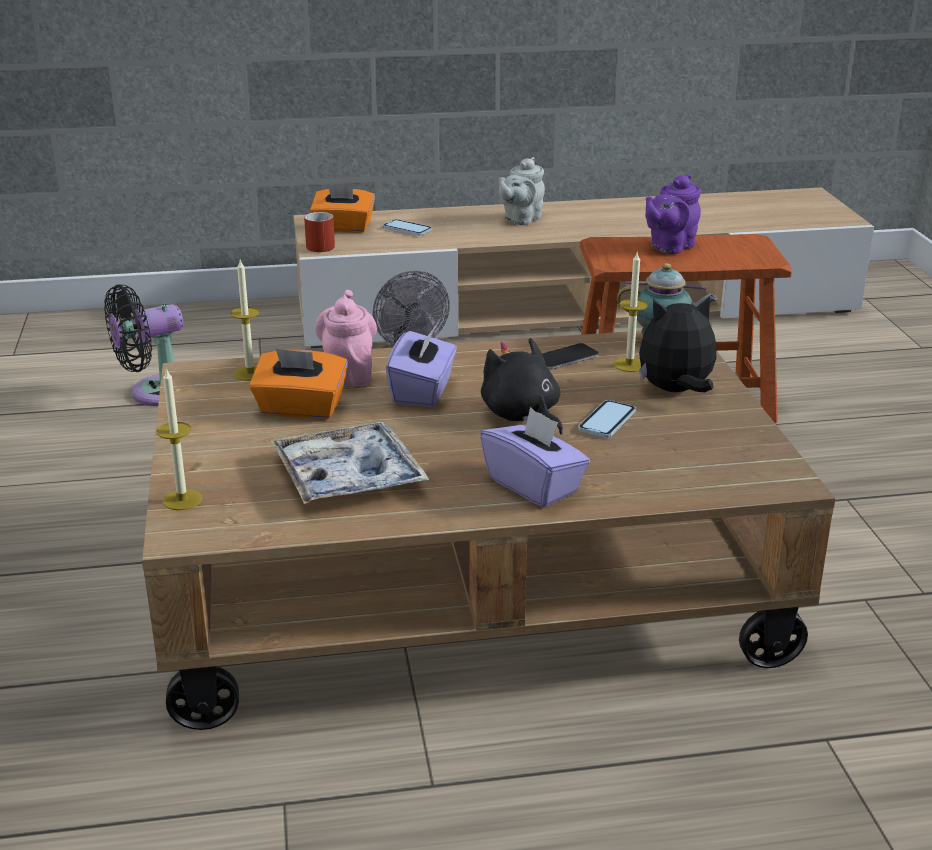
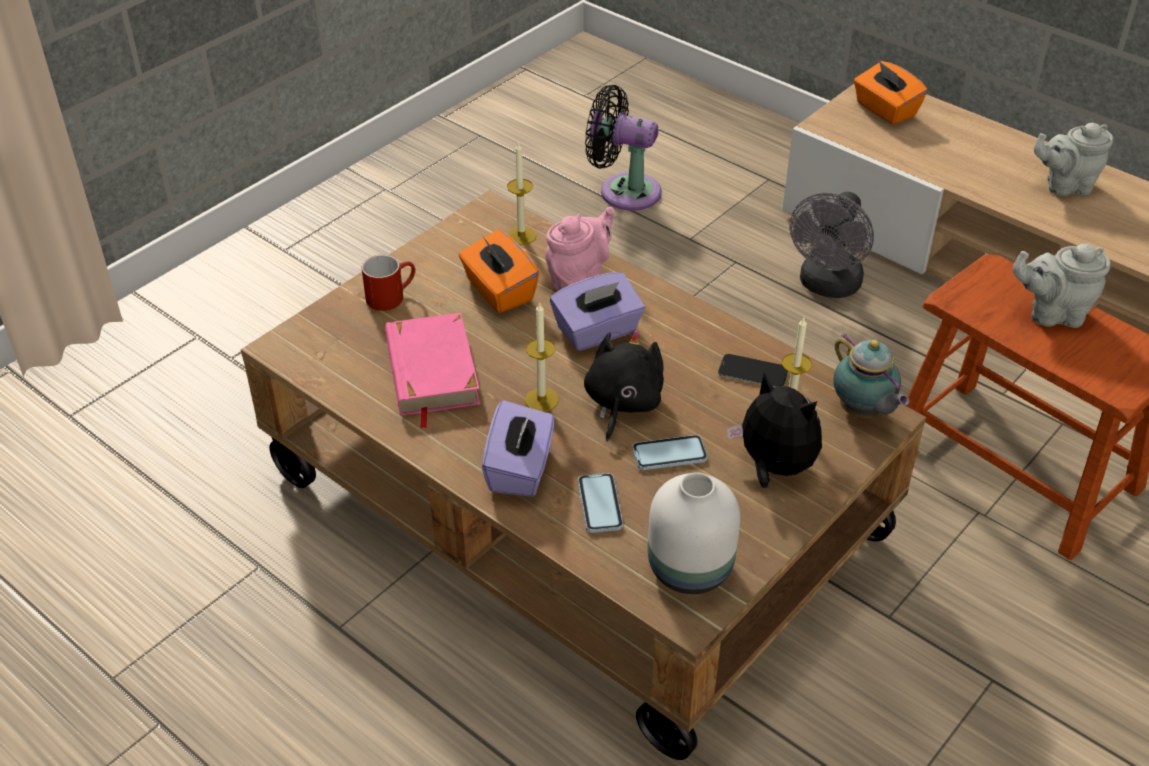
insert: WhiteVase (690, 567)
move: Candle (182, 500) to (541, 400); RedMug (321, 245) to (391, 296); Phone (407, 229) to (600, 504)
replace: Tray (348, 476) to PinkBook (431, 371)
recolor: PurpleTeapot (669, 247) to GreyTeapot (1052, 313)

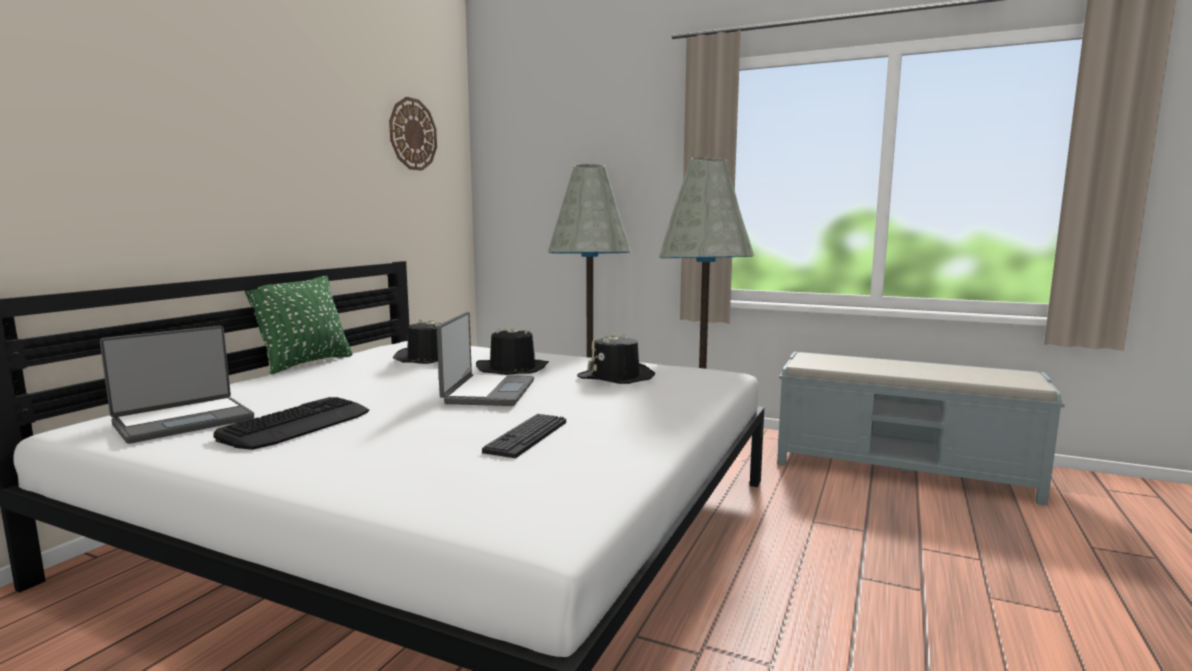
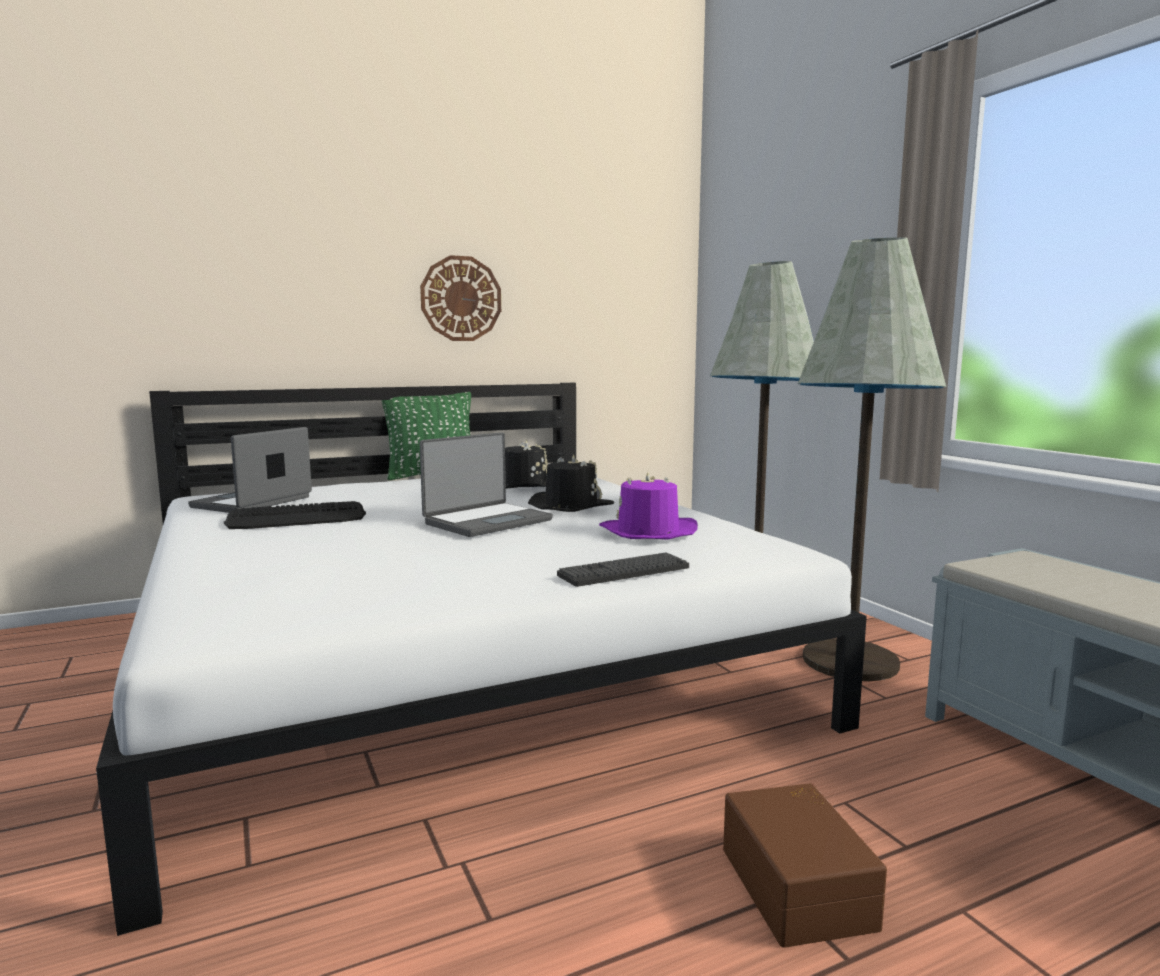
insert: BrownStorageBox (800, 886)
move: WallClock (413, 134) to (461, 299); Keyboard (527, 436) to (624, 571)
recolor: BlackHat (616, 377) to PurpleHat (648, 532)
rotate: Laptop (183, 421) = (253, 502) 120 degrees clockwise

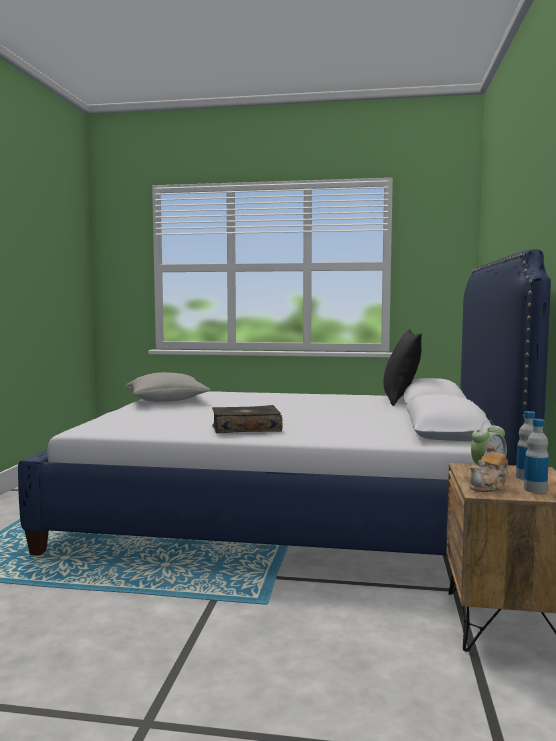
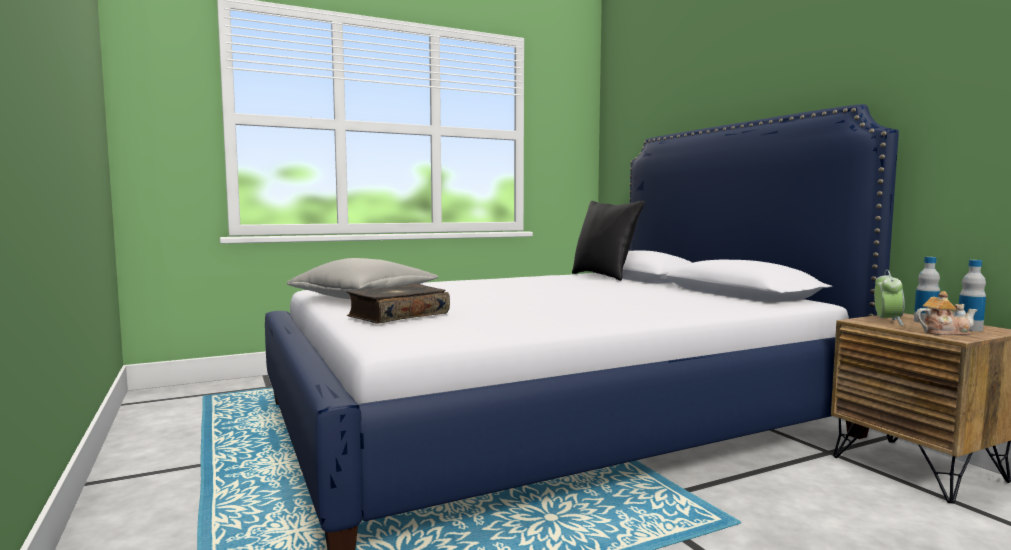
move: Book (246, 429) to (397, 315)
rotate: Teapot (489, 487) = (944, 333) 105 degrees counterclockwise

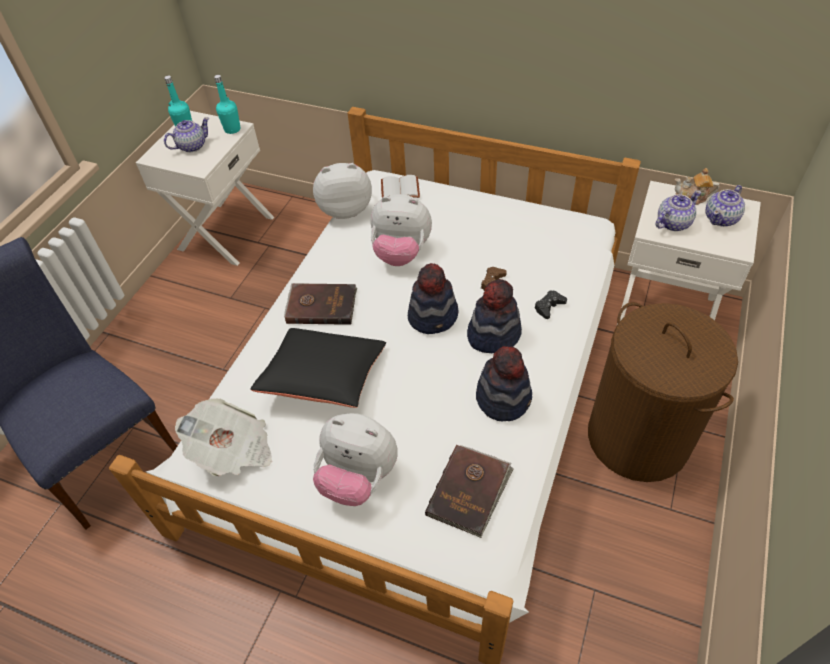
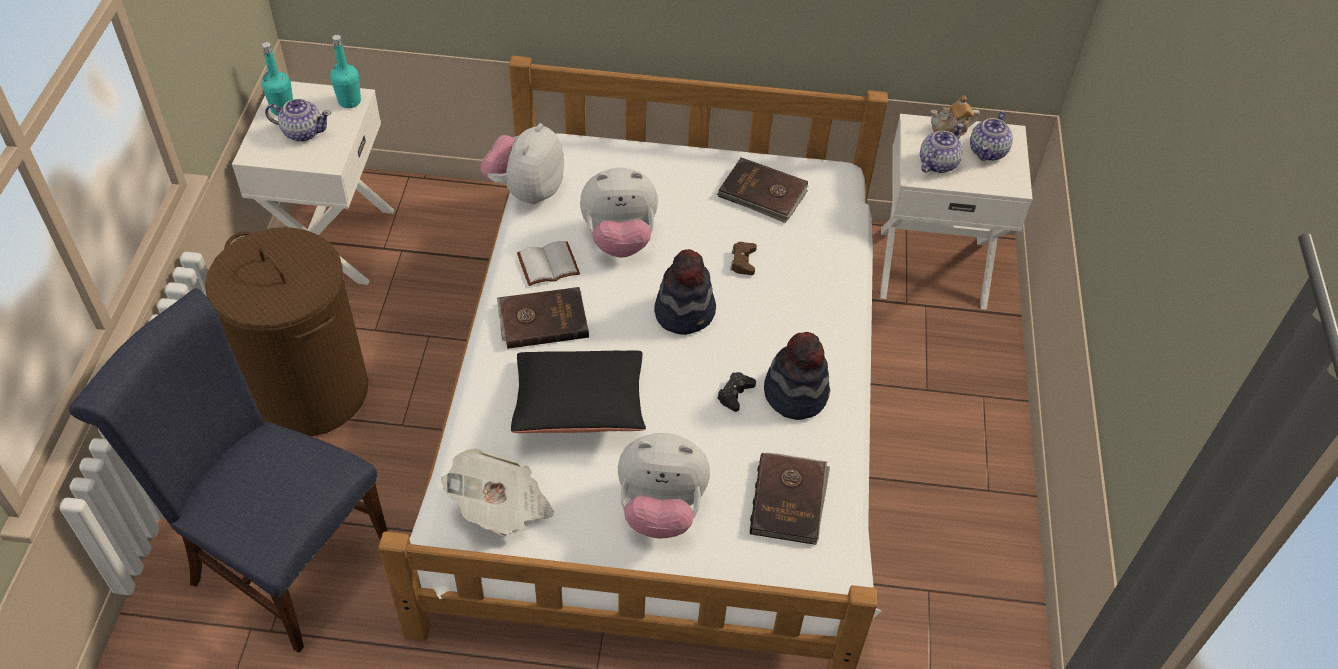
delete: Hat (493, 334)
insert: BrownBook (762, 193)
move: WhiteBook (399, 190) to (547, 266); BlackGameController (549, 307) to (735, 394); BrownLaundryBasket (638, 438) to (309, 391)
rotate: Teapot (191, 146) = (302, 132) 60 degrees clockwise; PlushToy (345, 209) = (526, 191) 45 degrees counterclockwise

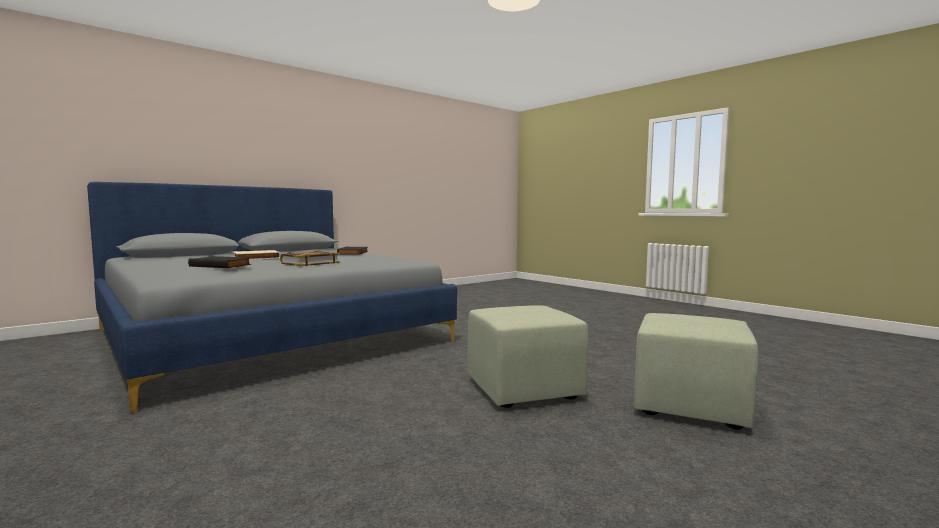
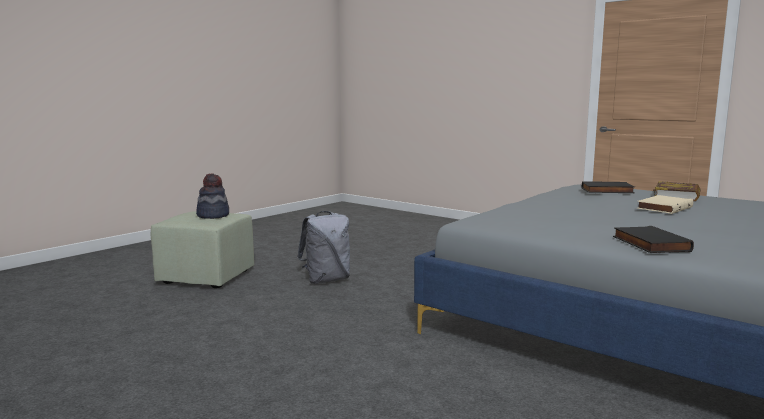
insert: Hat (213, 215)
move: Book (310, 263) to (677, 196)
replace: GreenOttoman (522, 390) to GreyBackpack (326, 280)

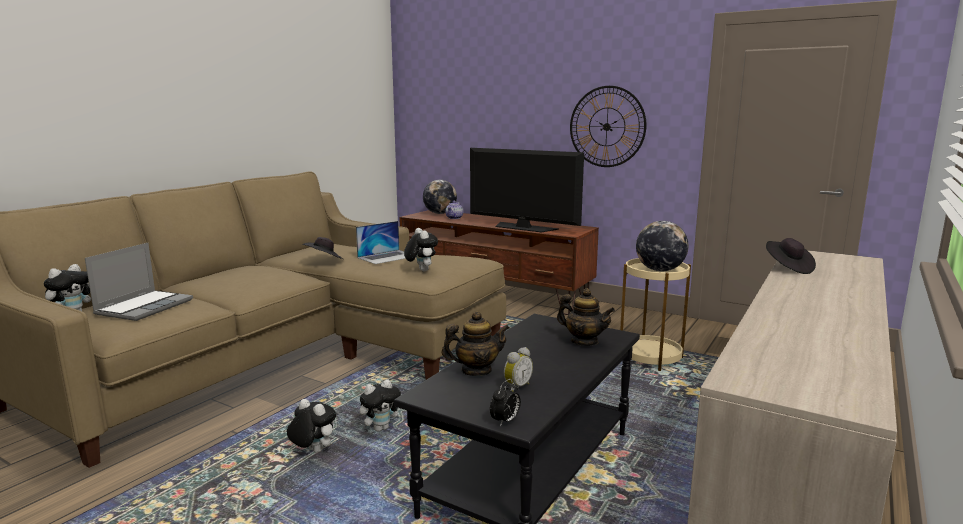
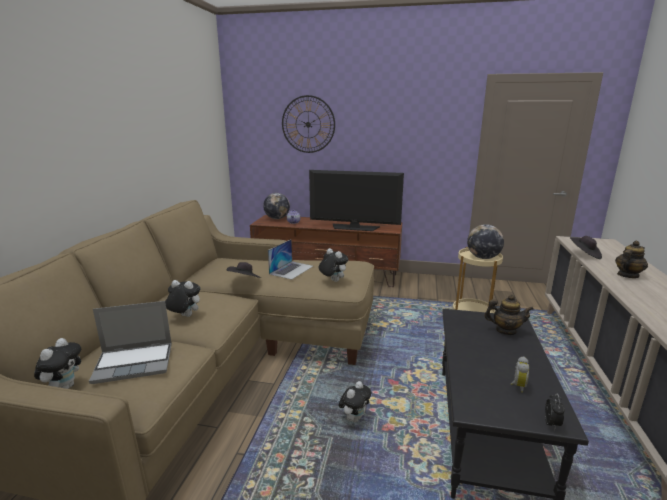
move: PlushToy (313, 451) to (184, 316); Teapot (476, 371) to (627, 275); WallClock (607, 127) to (308, 124)
rotate: Laptop (145, 307) = (135, 363) 75 degrees clockwise

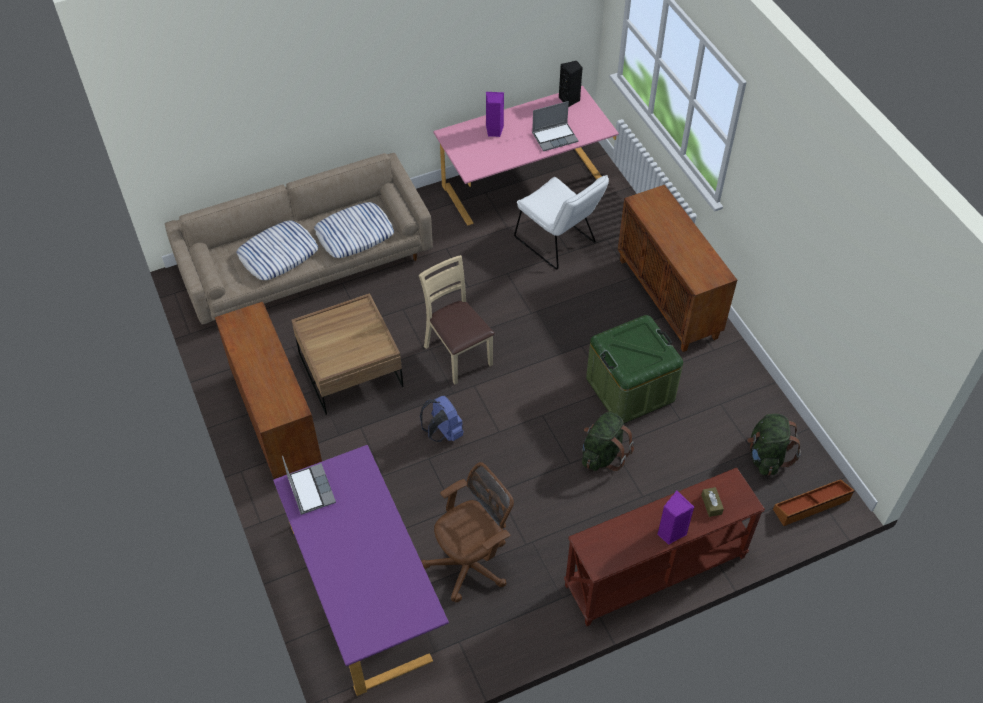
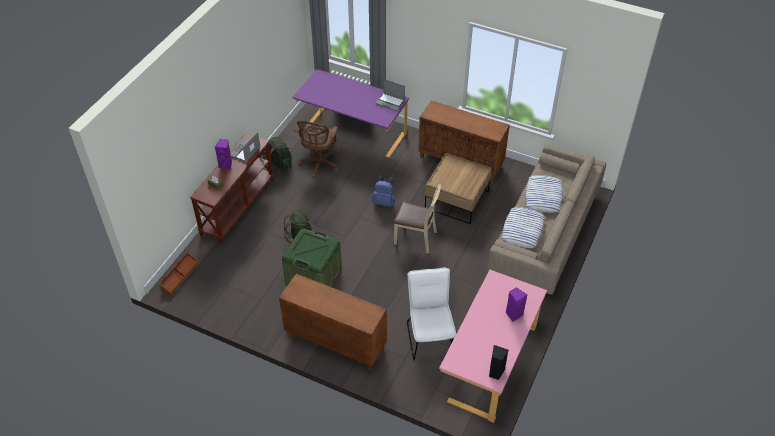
move: Laptop (555, 137) to (245, 152); GreenBackpack (766, 456) to (280, 163)
rotate: WhiteChair (558, 243) = (429, 335) 75 degrees clockwise

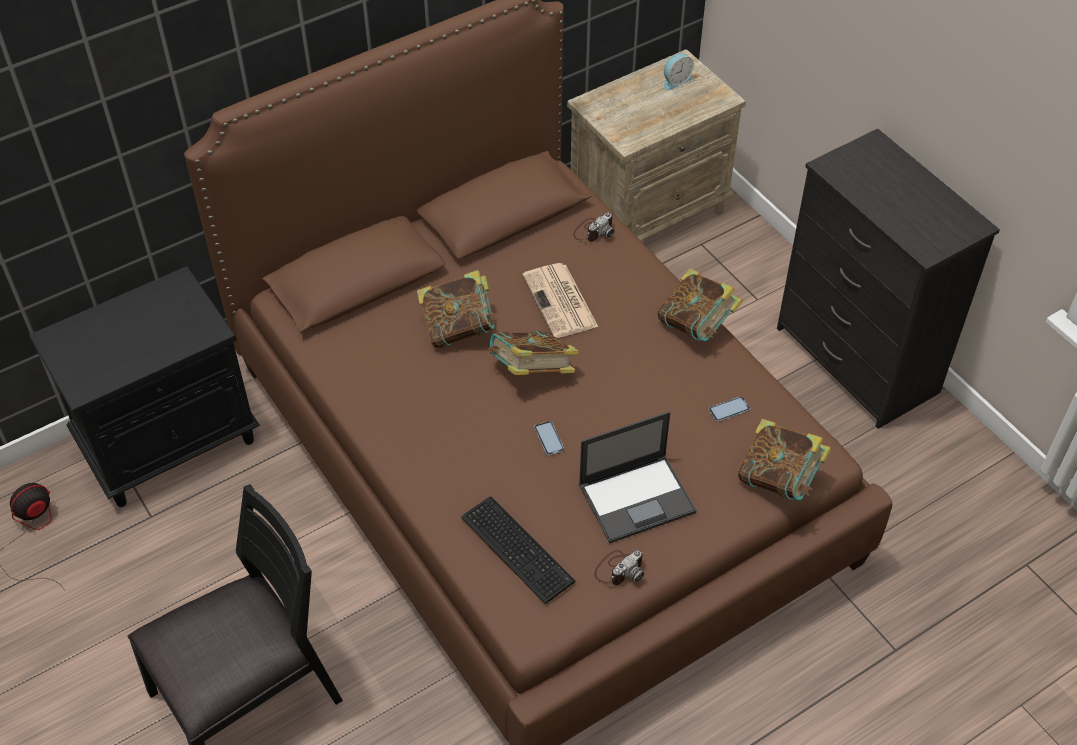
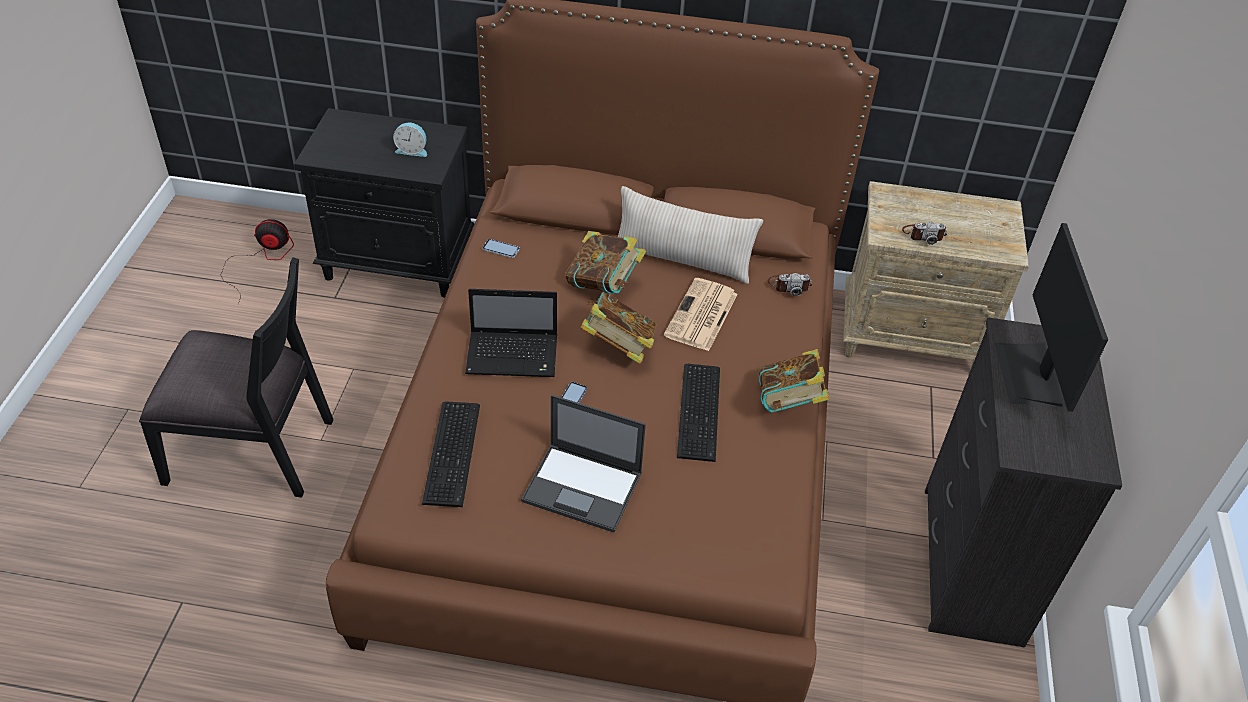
delete: Book (779, 479)
insert: Laptop (514, 355); BeigePillow (682, 260); Keyboard (701, 410); Monitor (1029, 374)
move: PhotoCamera (619, 569) to (923, 235); AlarmClock (675, 81) to (412, 150); Phone (729, 410) to (501, 249)

